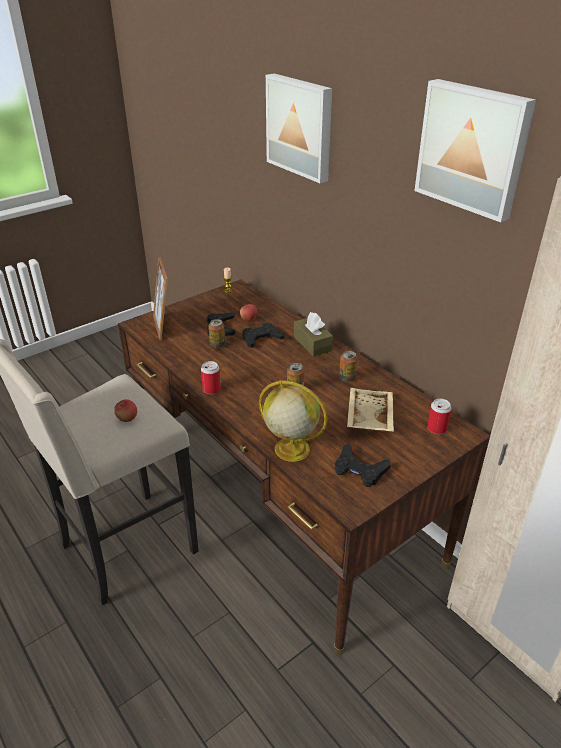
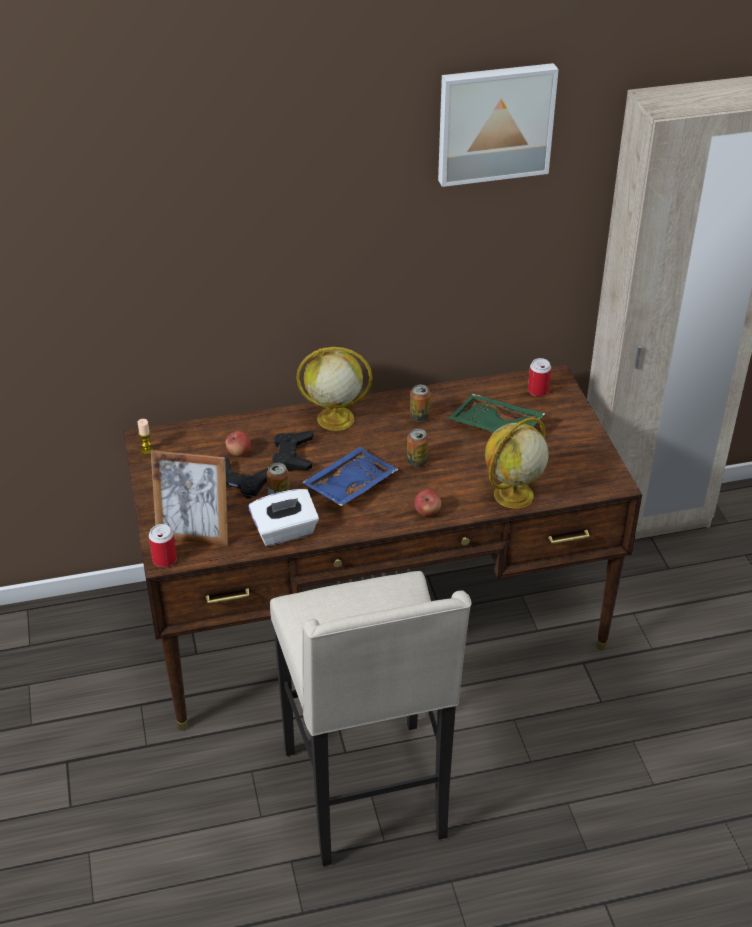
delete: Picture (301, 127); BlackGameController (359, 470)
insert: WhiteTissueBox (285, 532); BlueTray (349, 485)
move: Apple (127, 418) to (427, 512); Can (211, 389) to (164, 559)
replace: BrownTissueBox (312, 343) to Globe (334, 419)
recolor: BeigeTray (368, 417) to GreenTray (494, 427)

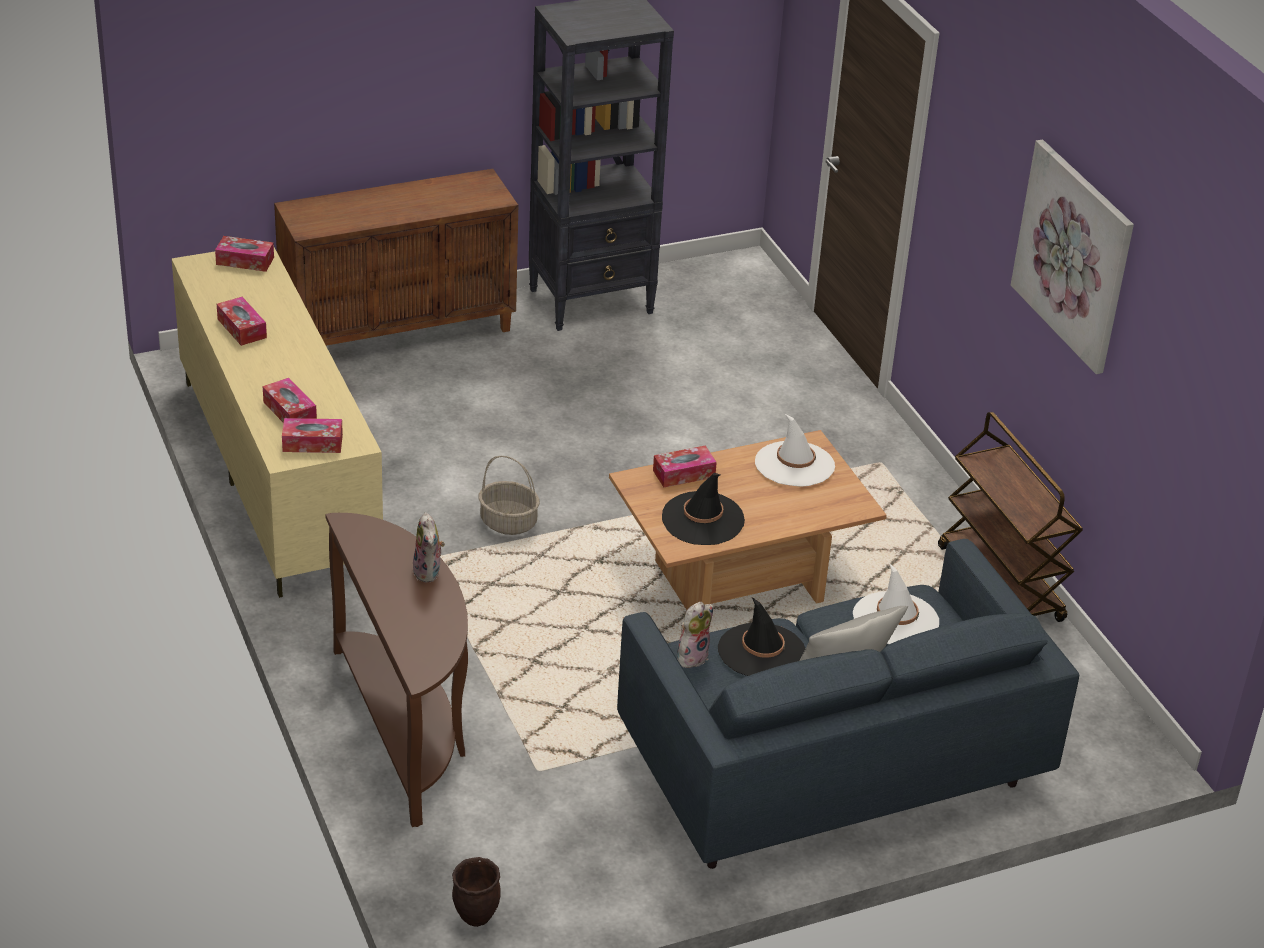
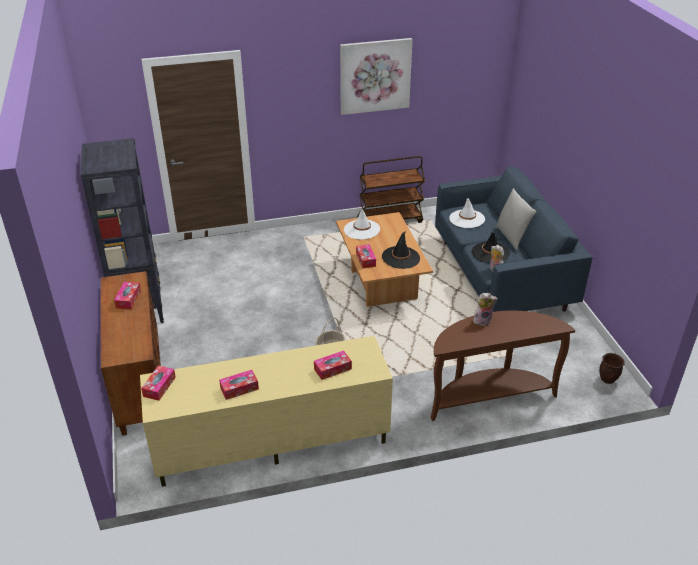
move: TissueBox (312, 443) to (128, 299)

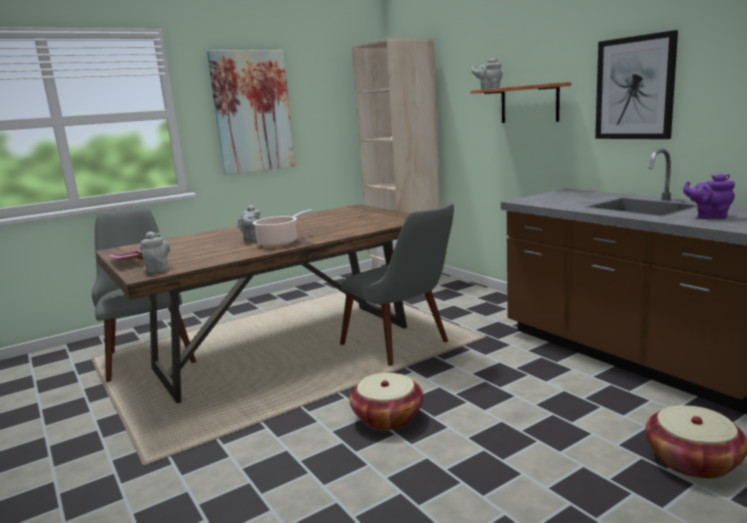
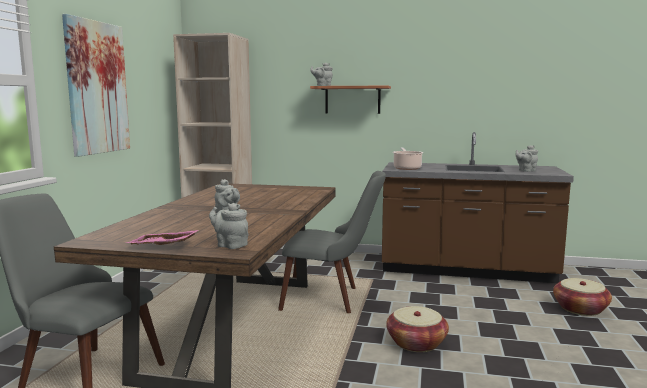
delete: Picture (634, 88)
move: CookingPot (280, 242) to (407, 168)
recolor: PurpleTeapot (709, 217) to GreyTeapot (525, 170)

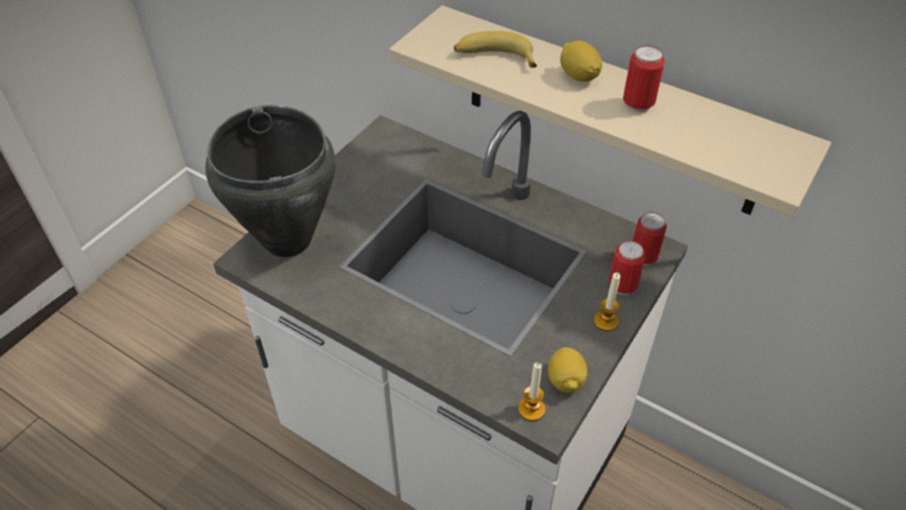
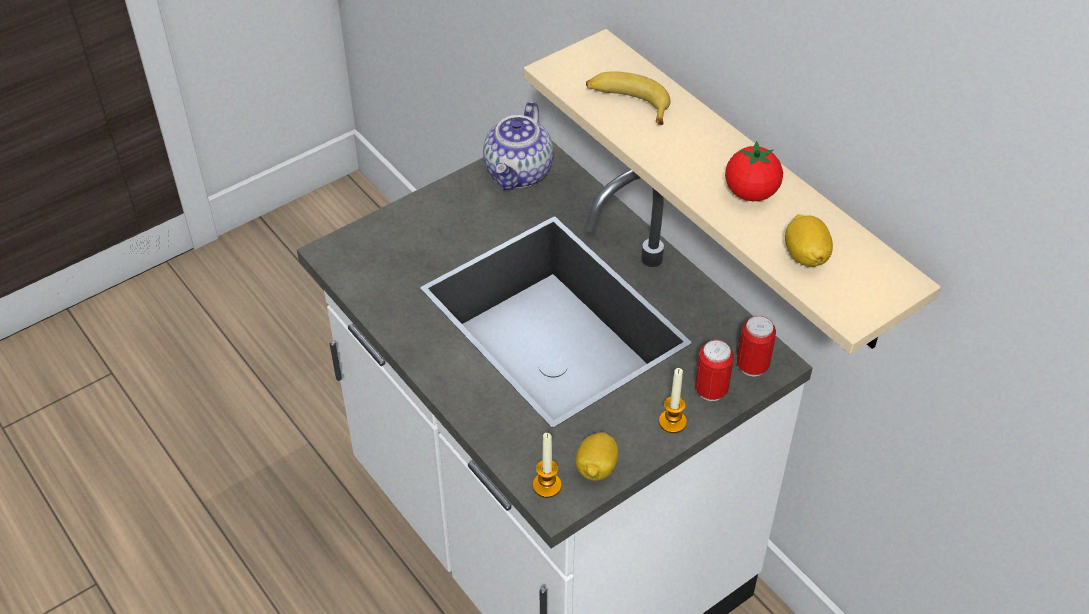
delete: BlackCookingPot (287, 241)
insert: Teapot (519, 173)
move: Lemon (578, 76) to (805, 256)
replace: Can (638, 104) to Tomato (751, 193)

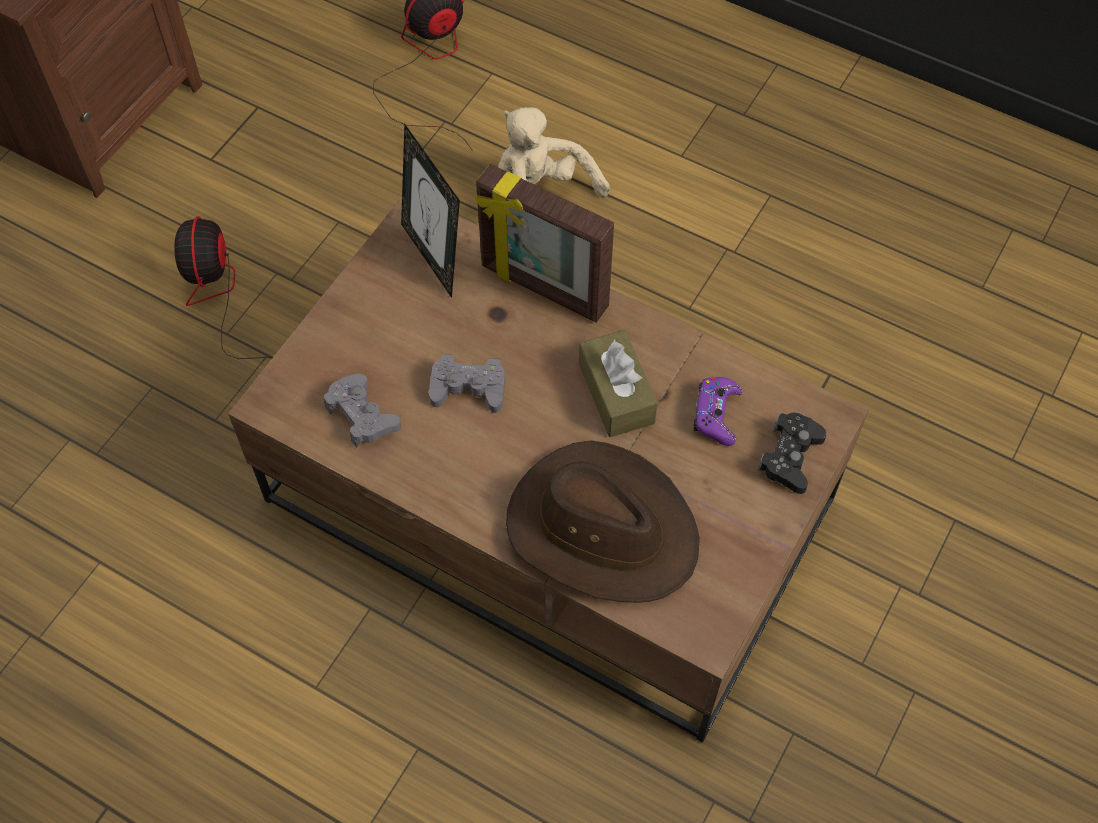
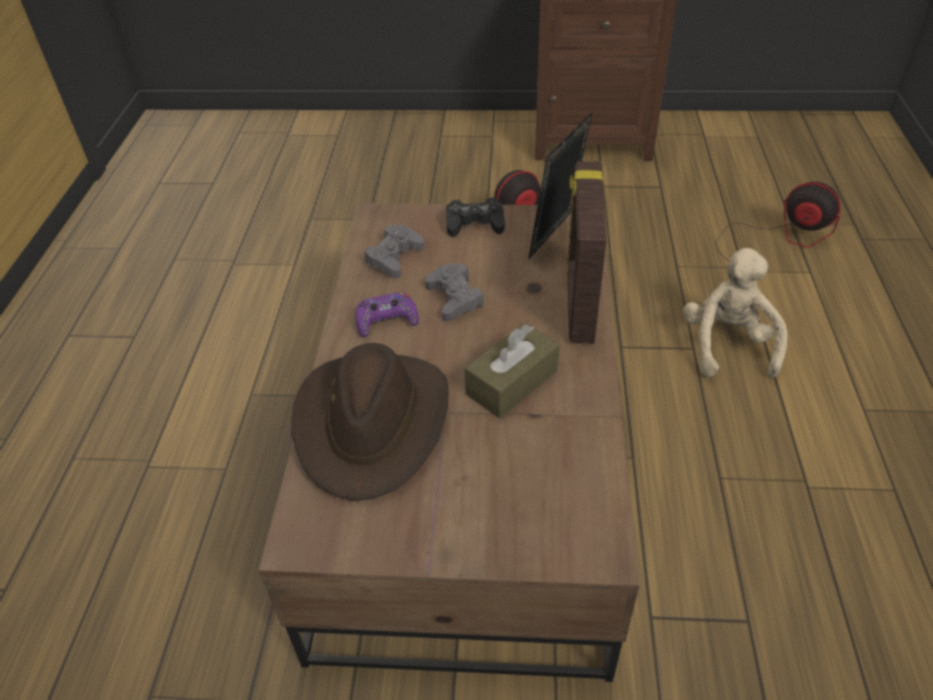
move: PurpleGameController (716, 415) to (386, 320); BlackGameController (790, 457) to (475, 224)

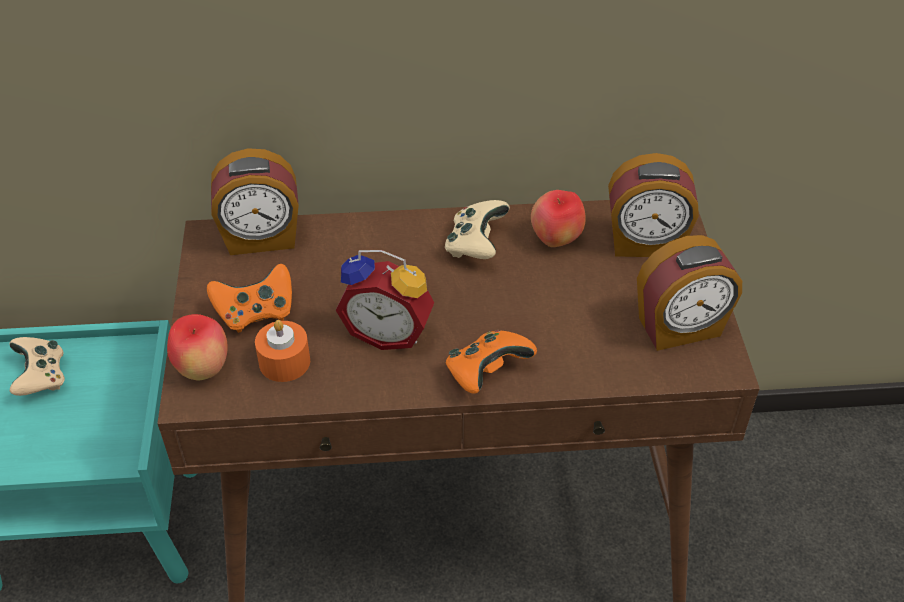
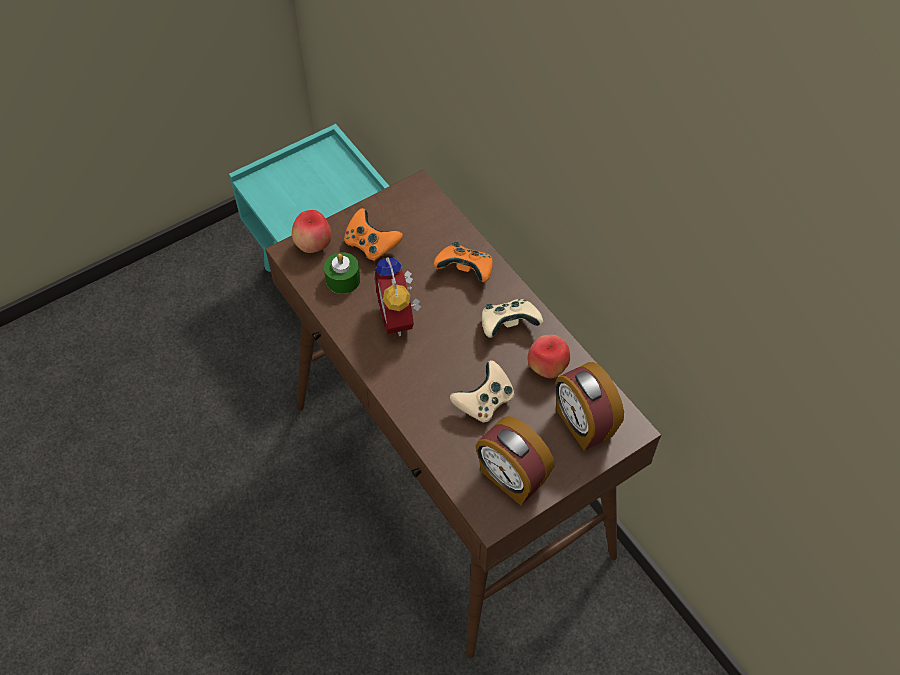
delete: AlarmClock (261, 239)
move: BeigeGameController (41, 378) to (484, 402); OrangeGameController (486, 373) to (466, 271)
recolor: OrangeCandle (284, 362) to GreenCandle (343, 279)

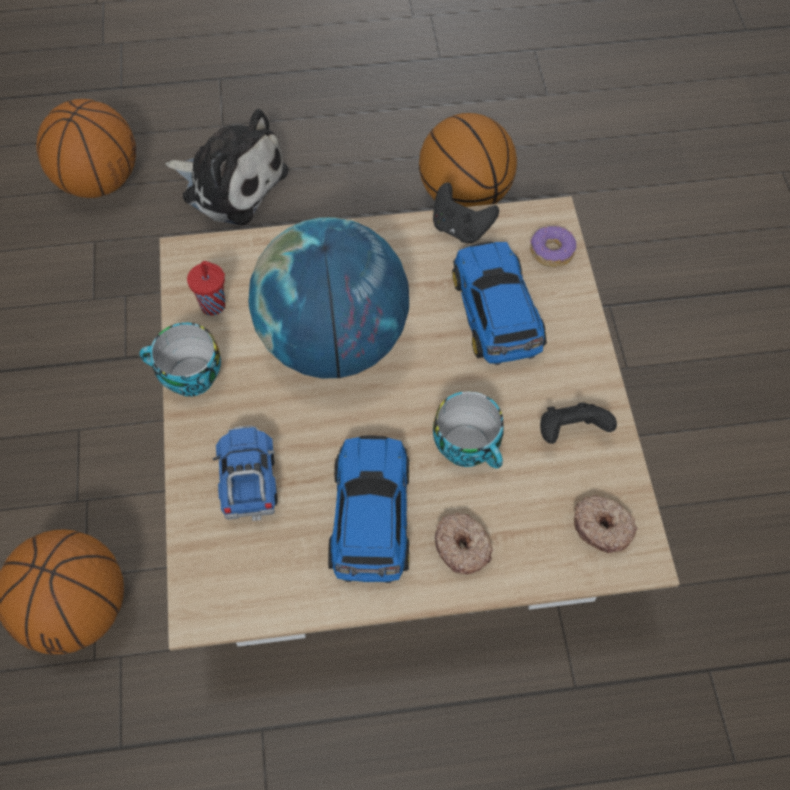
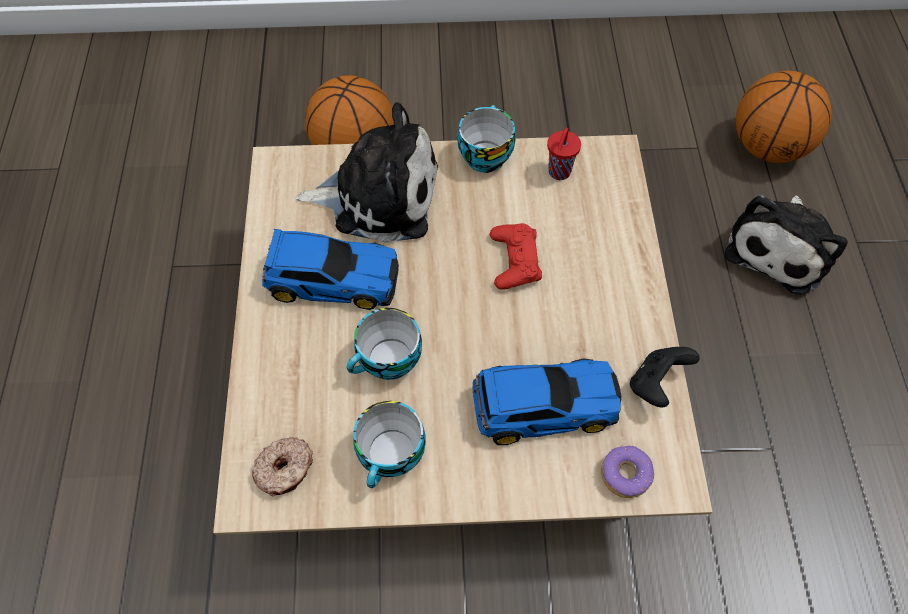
delete: Basketball (465, 195); Donut (462, 547)
replace: ToyTruck (249, 483) to PlushToy (379, 195); Globe (333, 342) to RedGameController (514, 260); BlackGameController (570, 432) to Cup (392, 457)

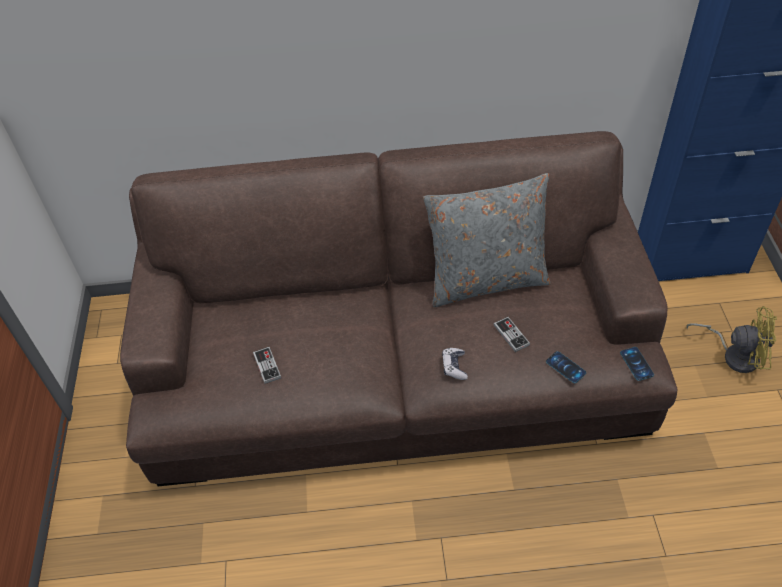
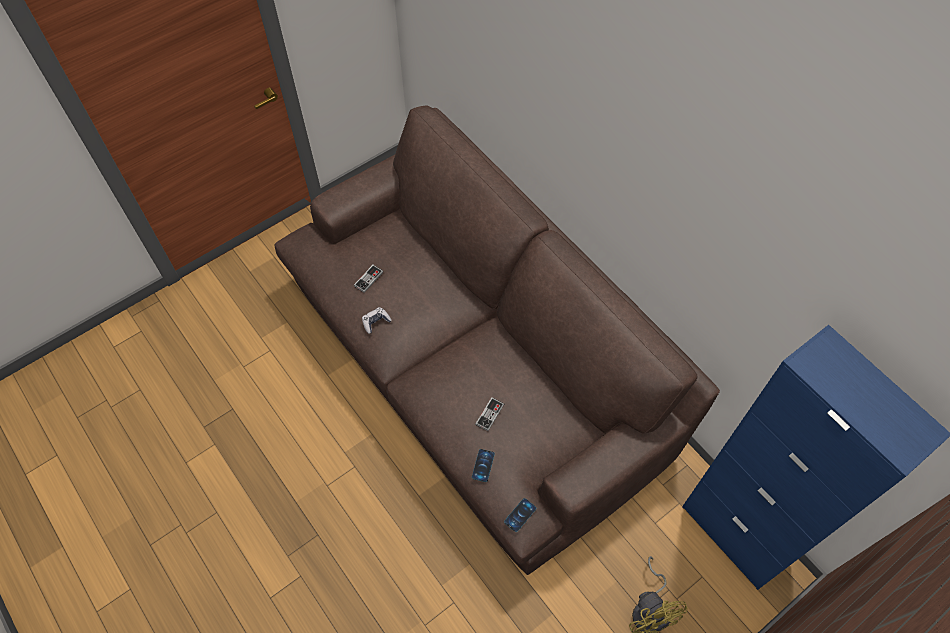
delete: GreyPillow (486, 280)
move: GameController (454, 366) to (376, 322)

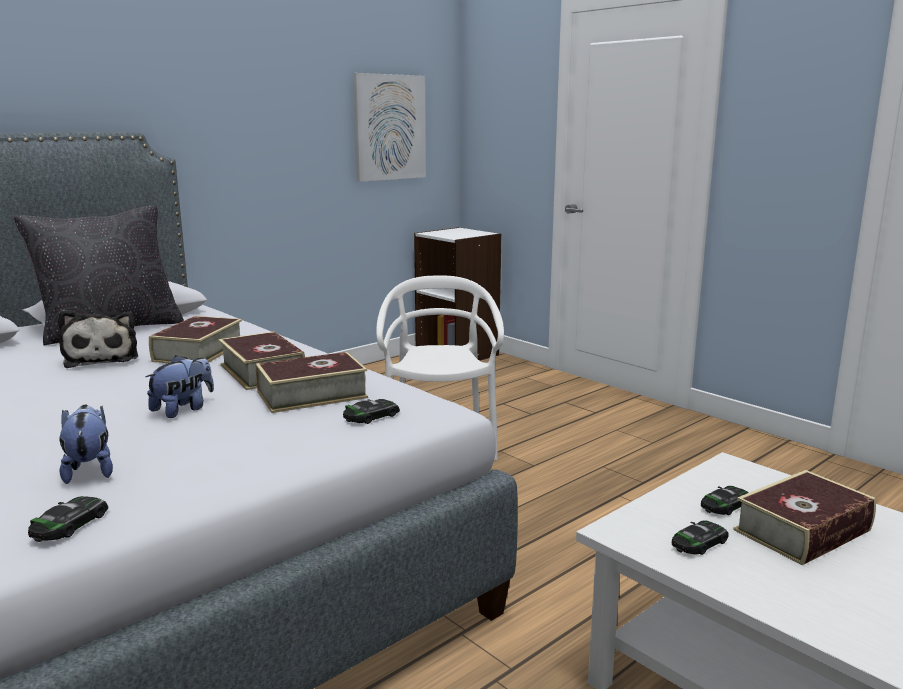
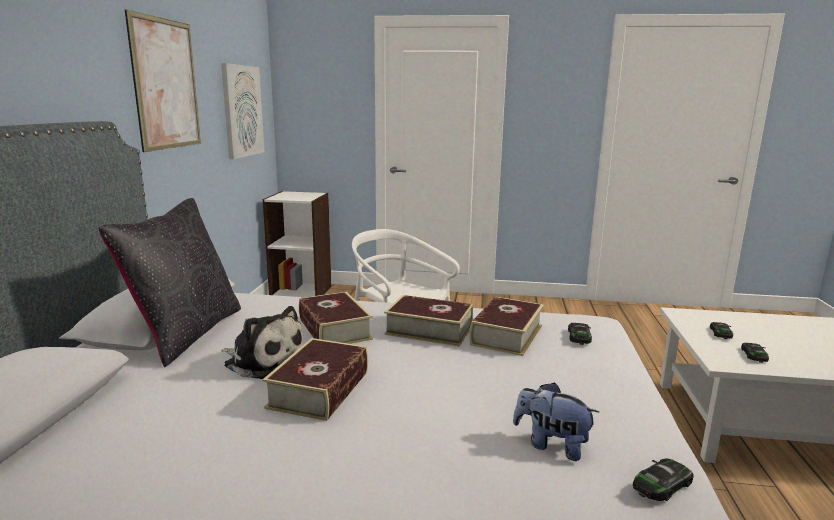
delete: PlushToy (183, 409)
insert: Picture (166, 84)
move: Book (802, 530) to (319, 389)
rotate: ToyCar (70, 525) = (662, 485) 75 degrees clockwise

